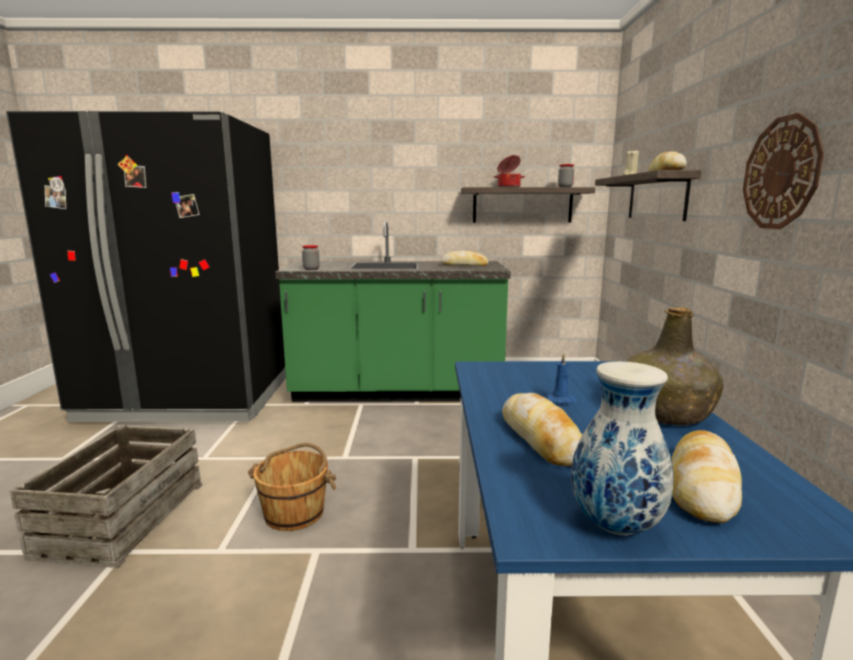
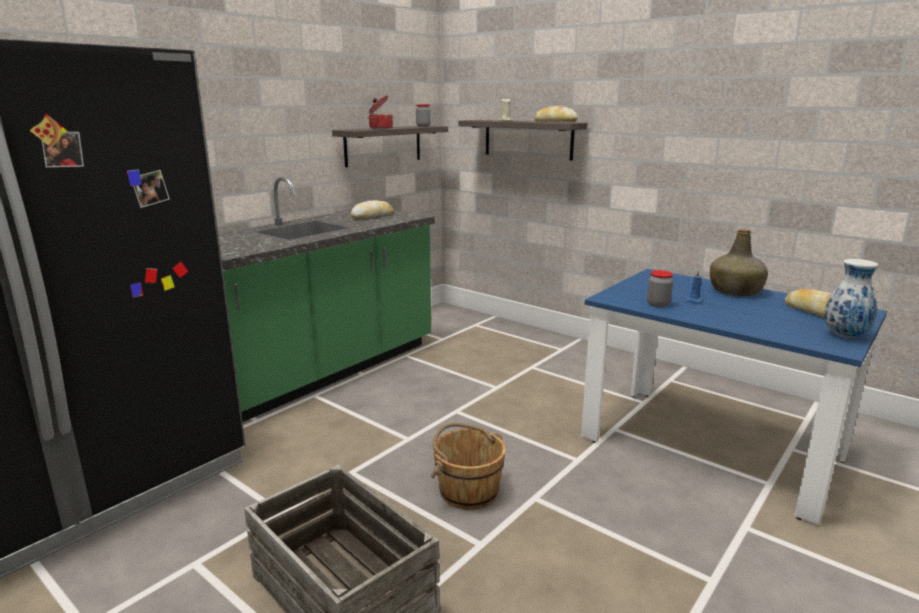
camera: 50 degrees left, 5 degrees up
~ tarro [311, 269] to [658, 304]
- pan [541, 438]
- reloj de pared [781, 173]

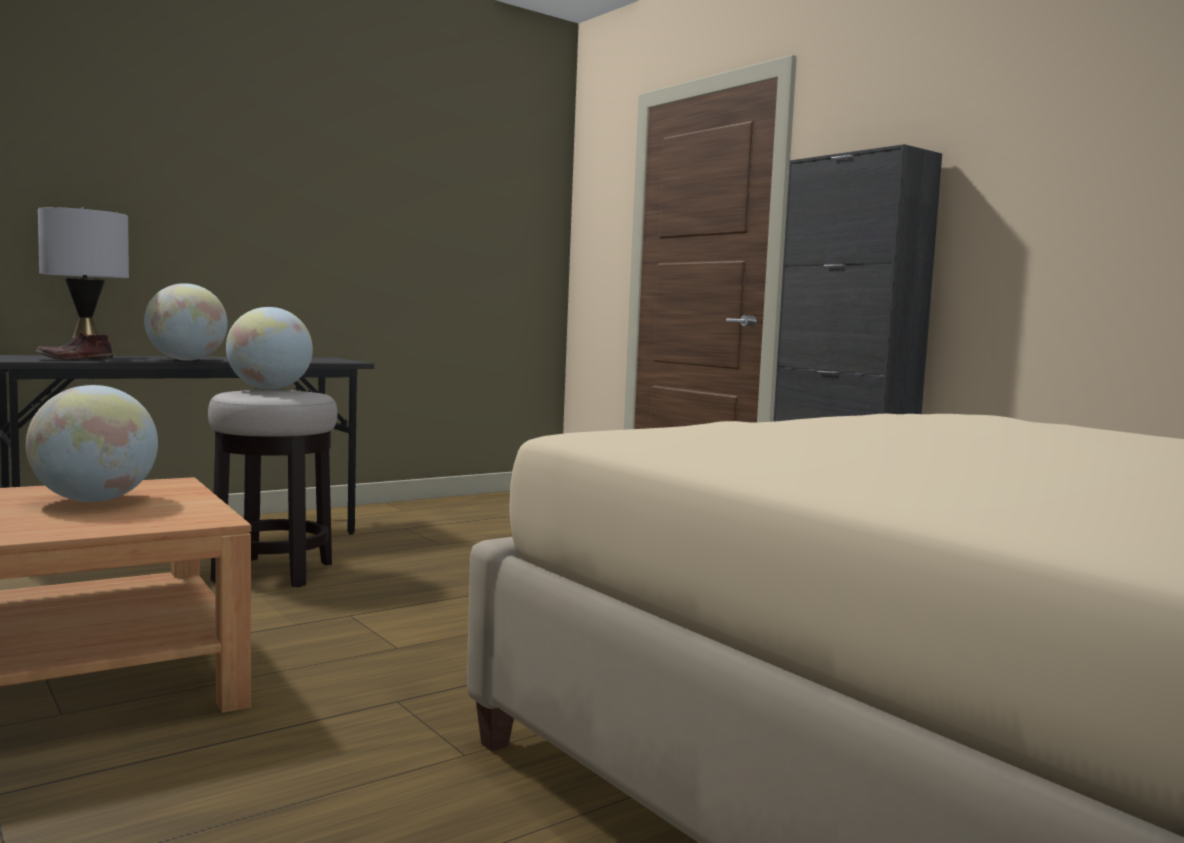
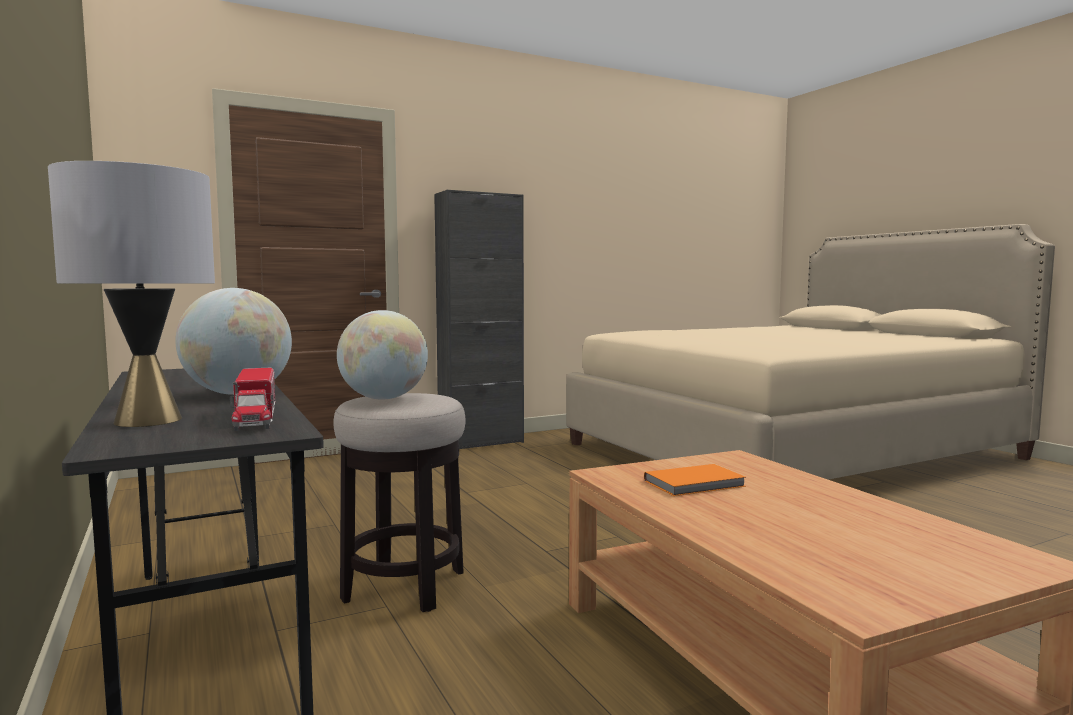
camera: 80 degrees left, 0 degrees up
~ zapato (marrón) [75, 360] to camión de juguete [255, 417]
~ globo terráqueo [94, 501] to libro (naranja) [696, 484]

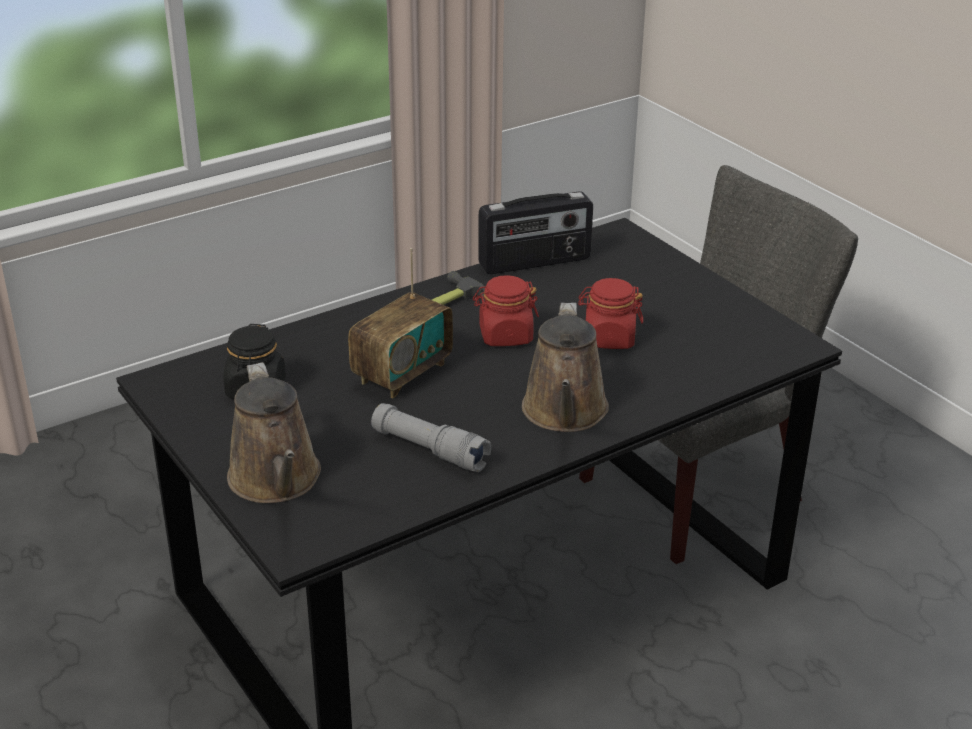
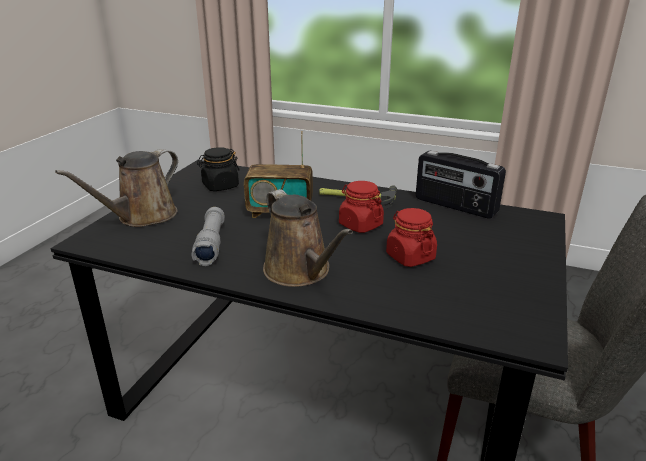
camera: 55 degrees right, 5 degrees down
~ regadera (marrón) [565, 413] = [300, 272] 90 degrees counterclockwise

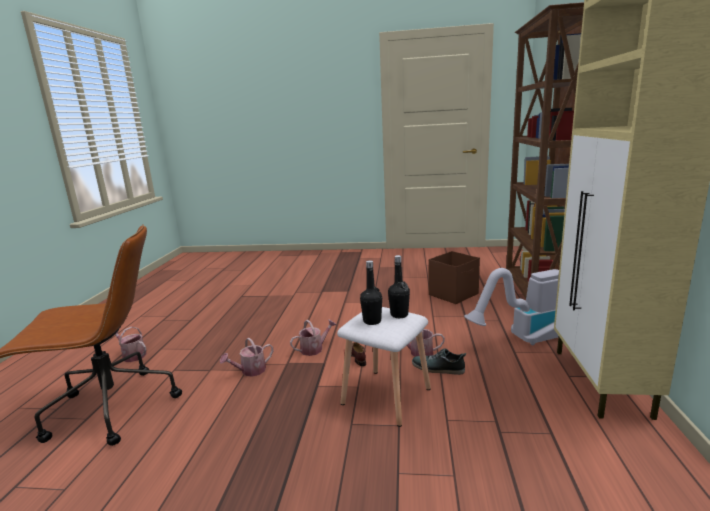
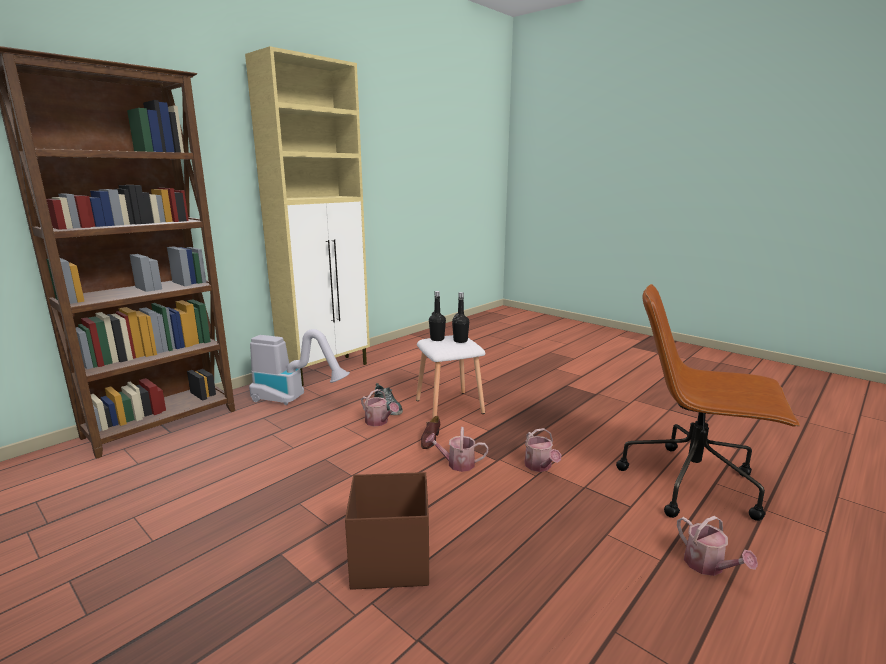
camera: 145 degrees left, 0 degrees up
~ caja de almacenaje (marrón) [454, 294] to [389, 561]
~ regadera [250, 371] = [540, 466] 75 degrees clockwise

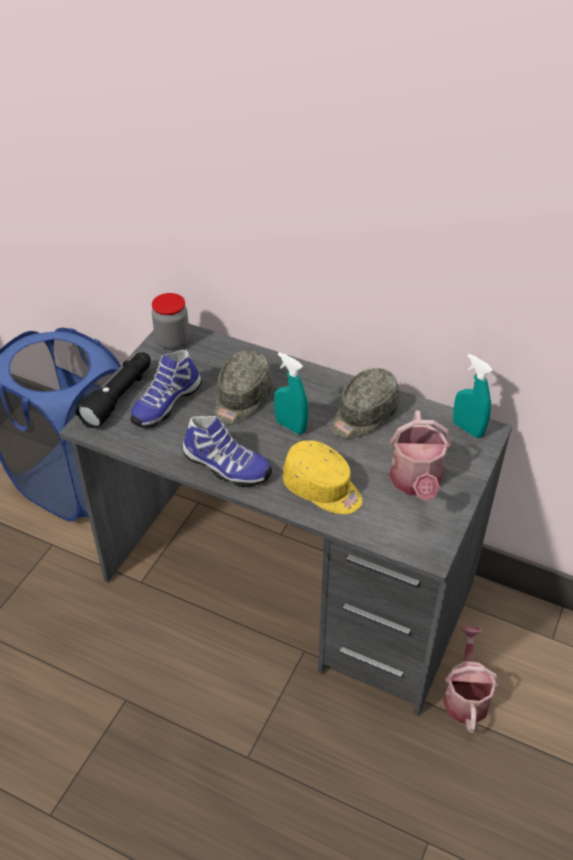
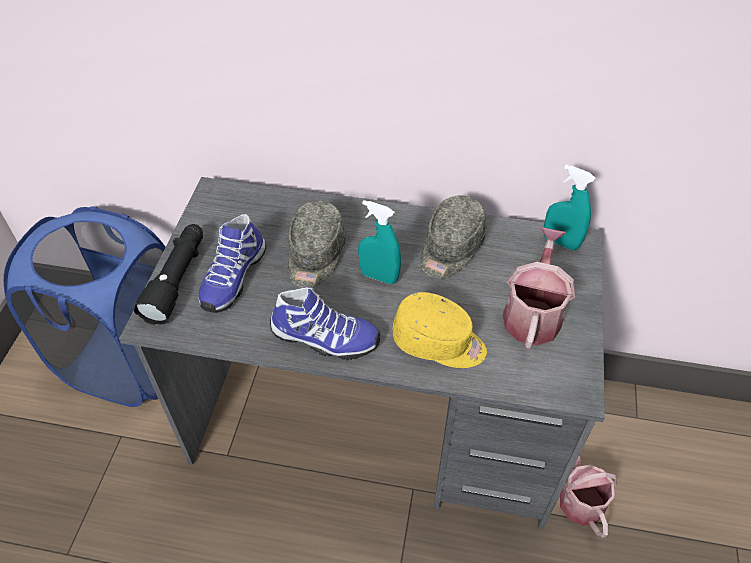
camera: 15 degrees left, 5 degrees up
~ regadera [416, 483] = [533, 313] 150 degrees counterclockwise
- tarro [172, 341]

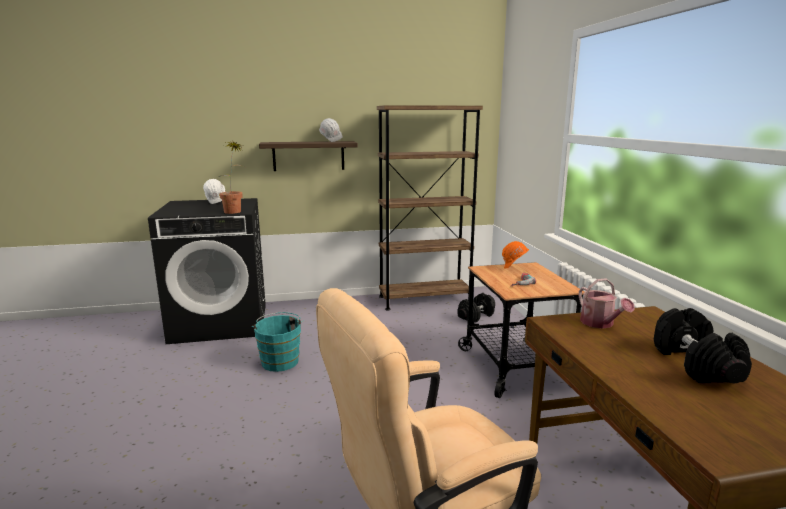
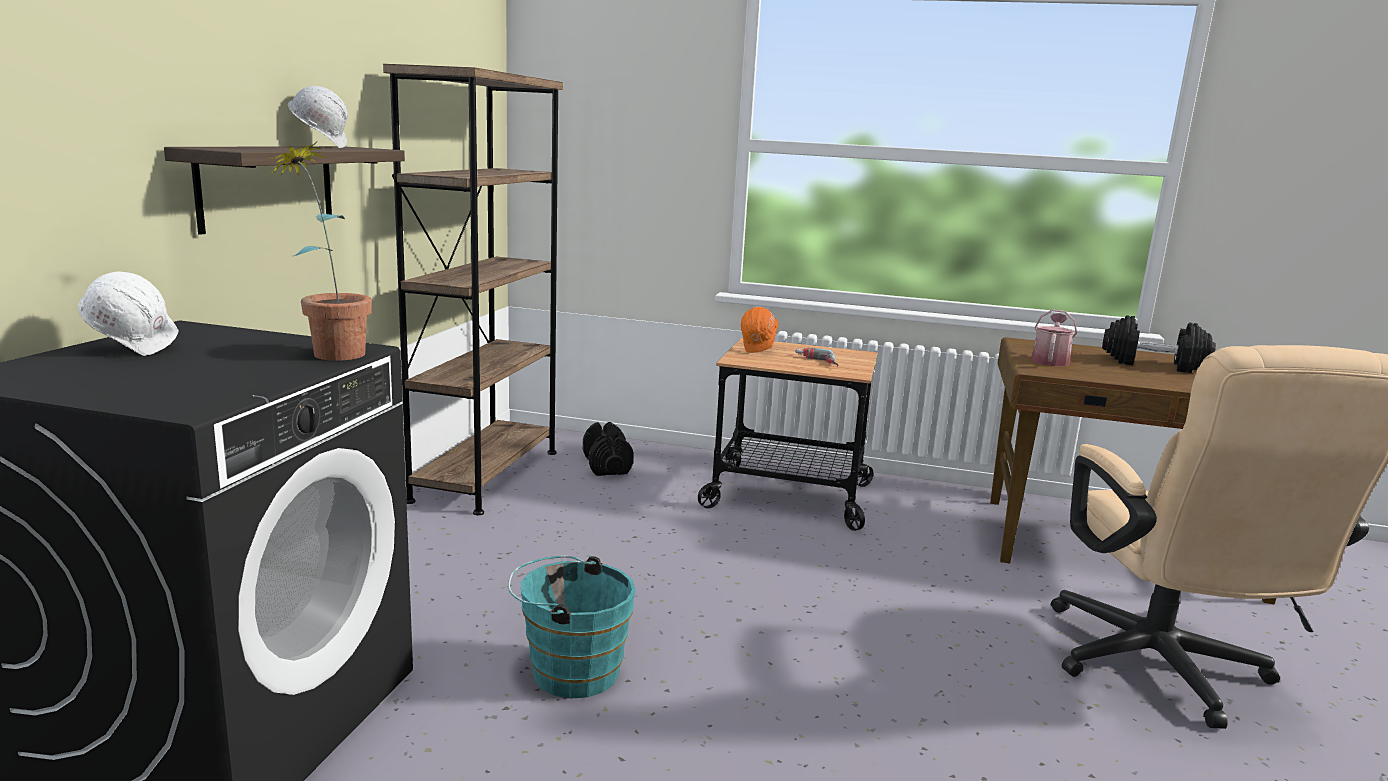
camera: 65 degrees left, 0 degrees up
~ regadera [600, 324] = [1050, 360] 75 degrees counterclockwise

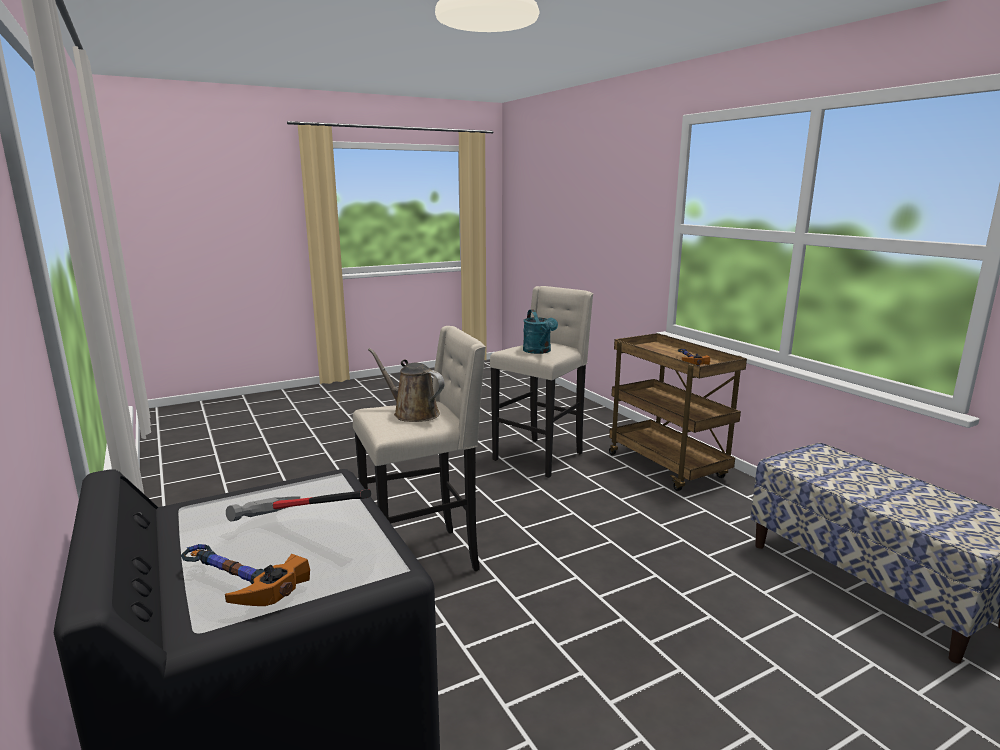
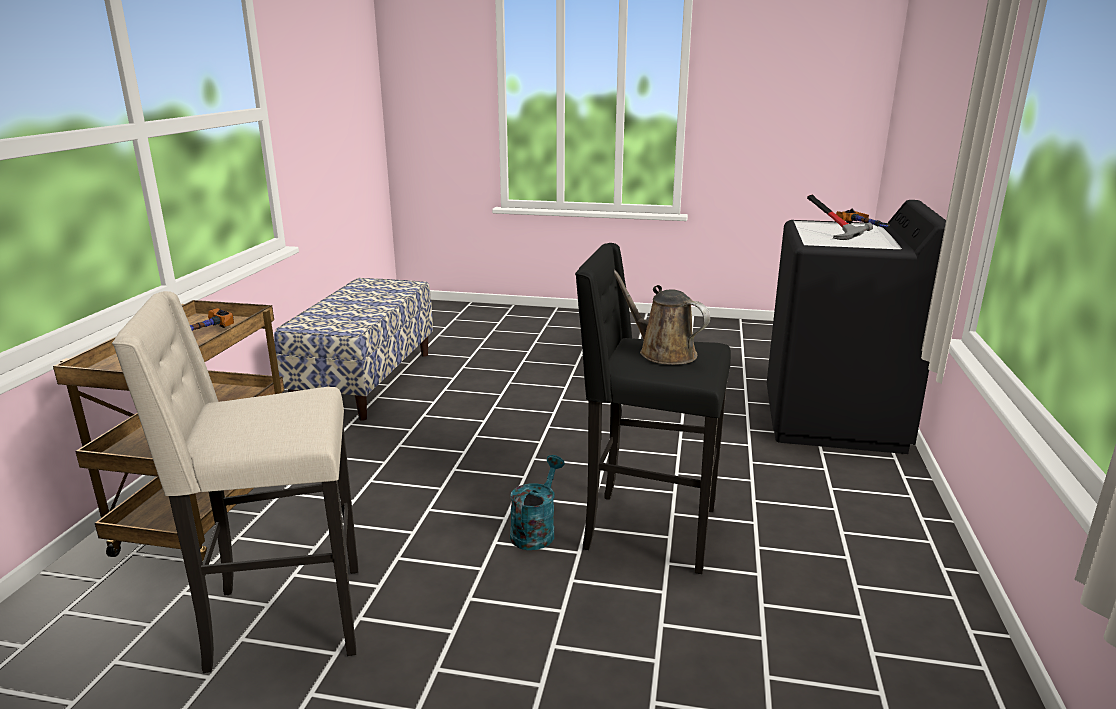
camera: 140 degrees left, 5 degrees up
~ regadera (turquesa) [539, 351] to [536, 530]
~ taburete (beis) [423, 559] to taburete (negro) [646, 530]
~ regadera (marrón) [412, 413] = [662, 352] 150 degrees clockwise

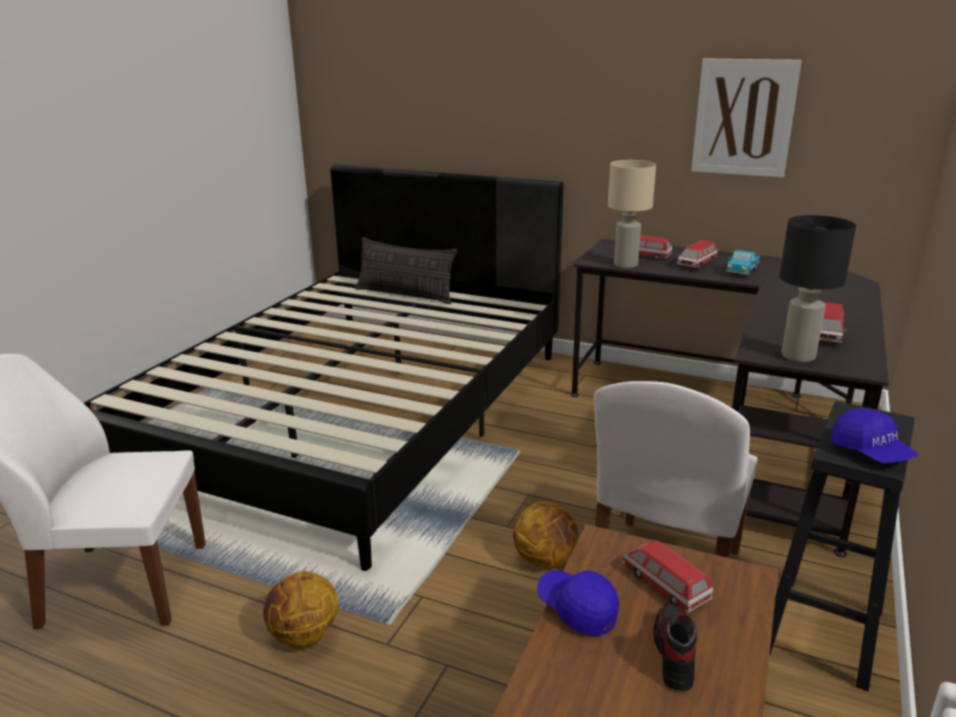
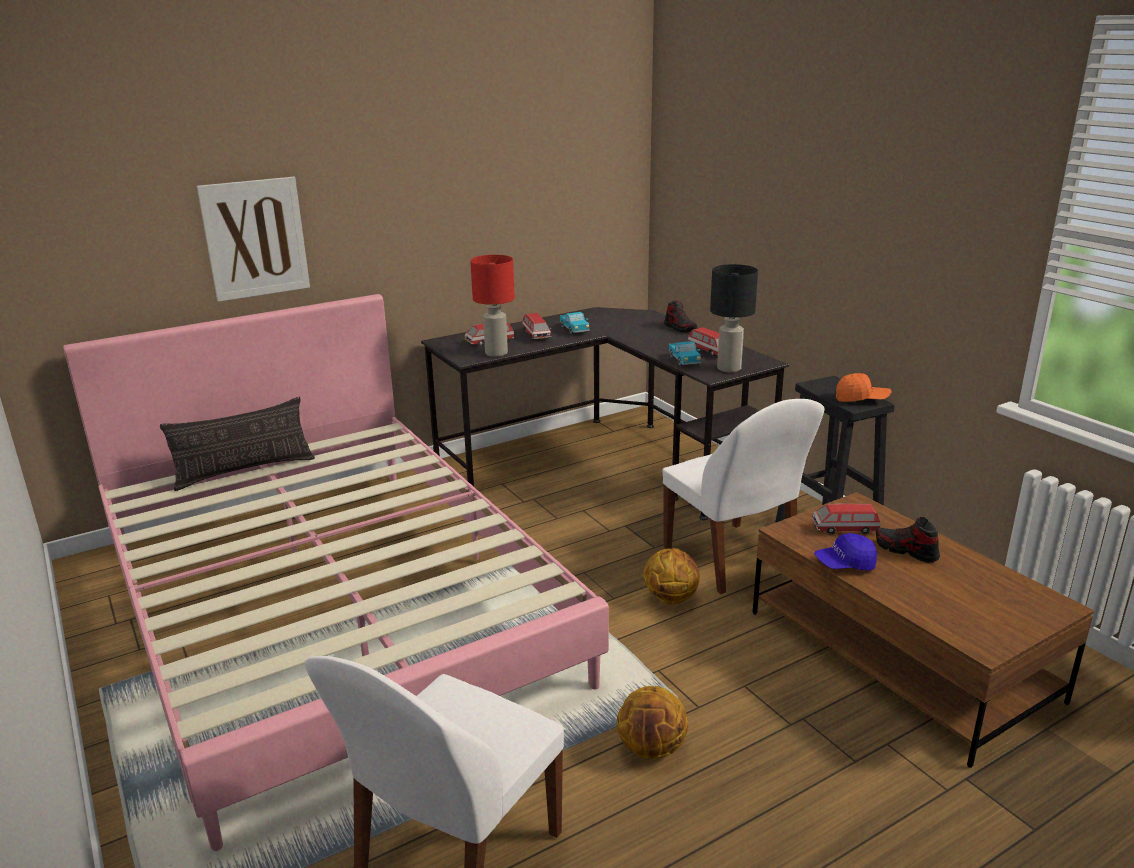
camera: 55 degrees left, 0 degrees up
~ cama (negro) [358, 412] to cama (rosa) [331, 608]
~ cuadro [743, 118] to [255, 238]
~ lámpara de mesa (beis) [625, 264] to lámpara de mesa (rojo) [495, 353]
+ zapato [680, 328]
+ camión de juguete [684, 361]
~ gorra (azul) [870, 453] to gorra (naranja) [861, 399]

